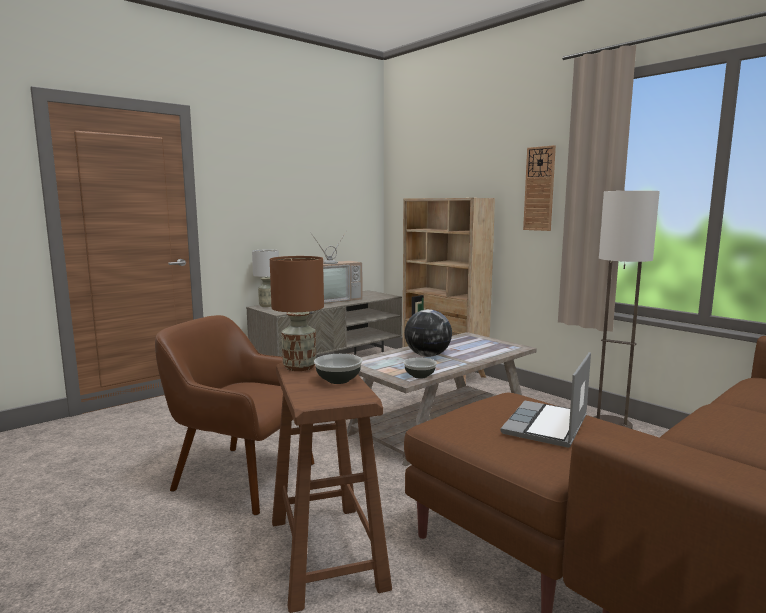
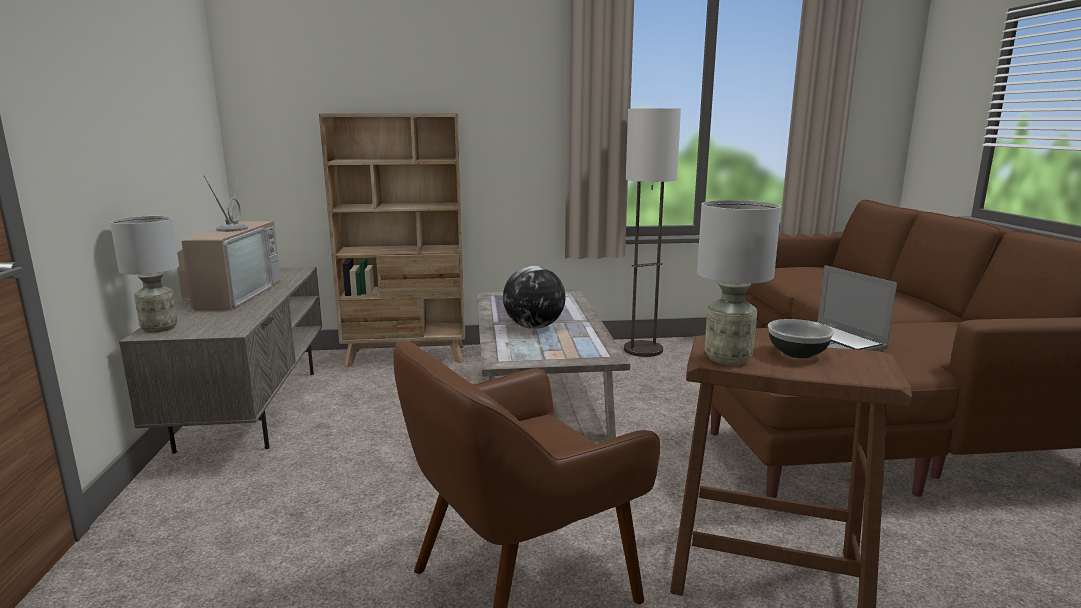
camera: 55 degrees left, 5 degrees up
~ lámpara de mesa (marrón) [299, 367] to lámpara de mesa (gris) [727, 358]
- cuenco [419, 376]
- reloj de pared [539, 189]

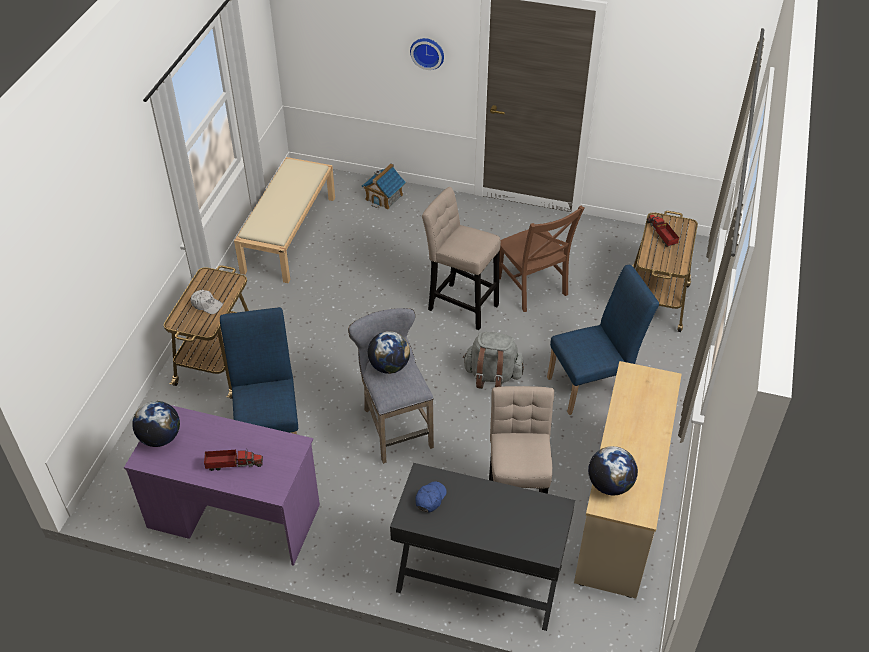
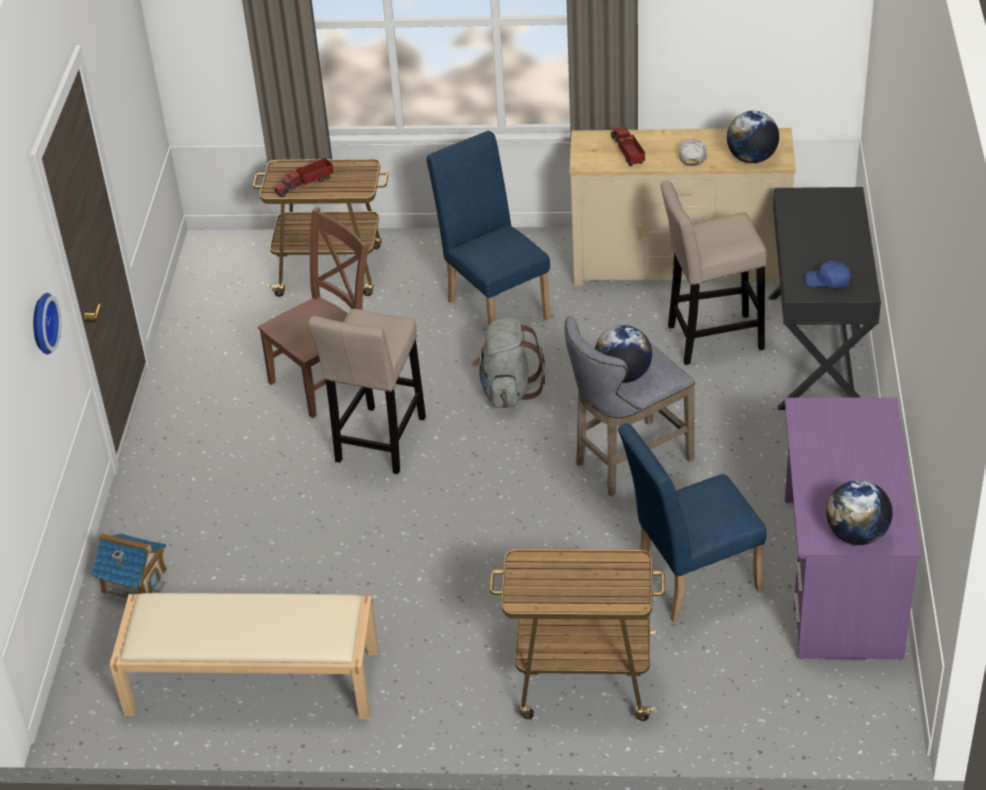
camera: 100 degrees left, 5 degrees down
~ camión de juguete [232, 464] to [627, 152]
~ gorra (blanco) [206, 305] to [693, 156]

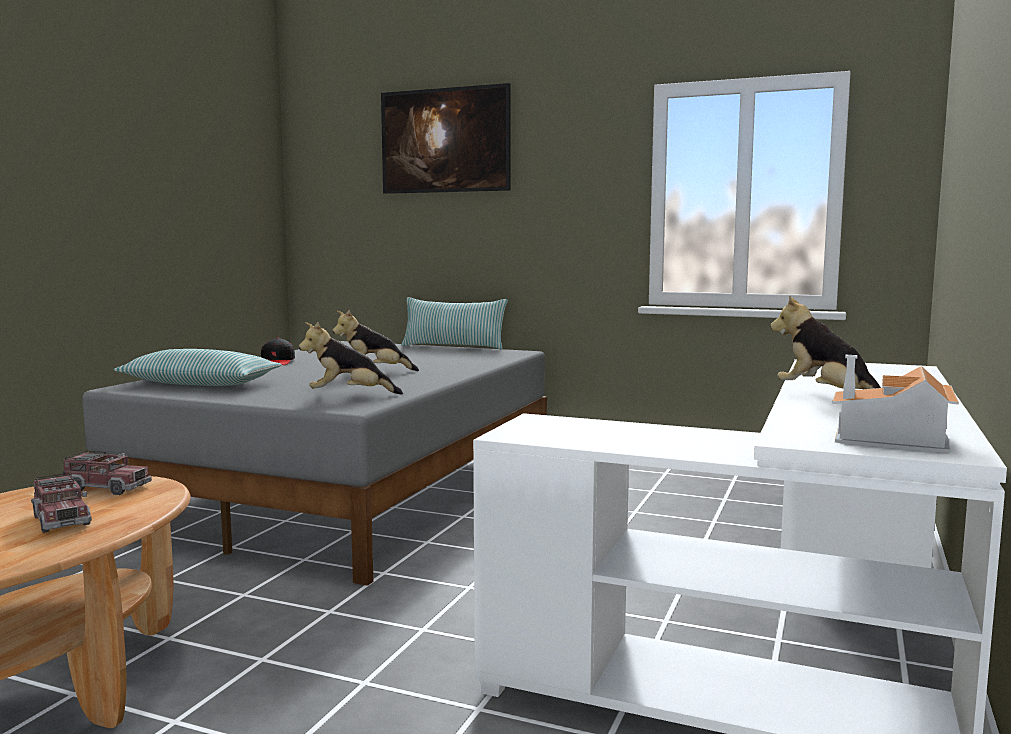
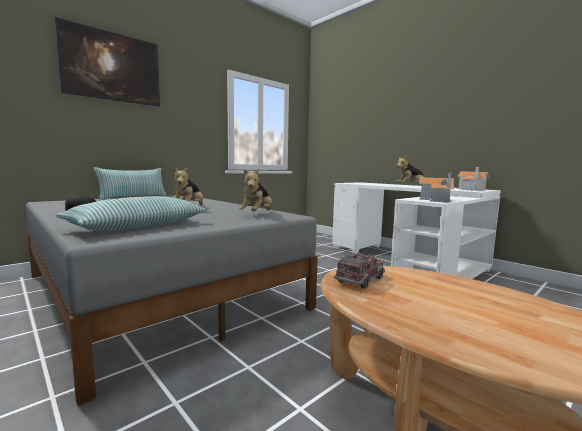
camera: 65 degrees left, 0 degrees up
+ casita [437, 200]
- camión de juguete [61, 519]

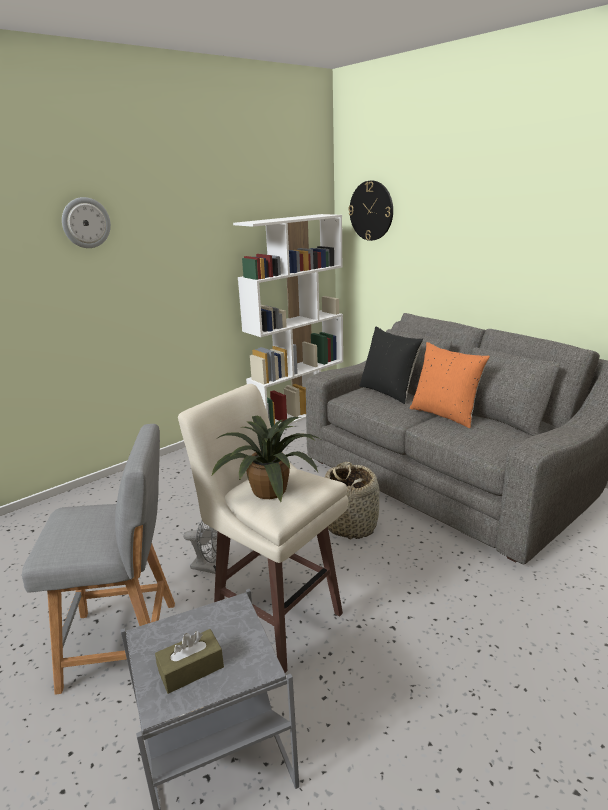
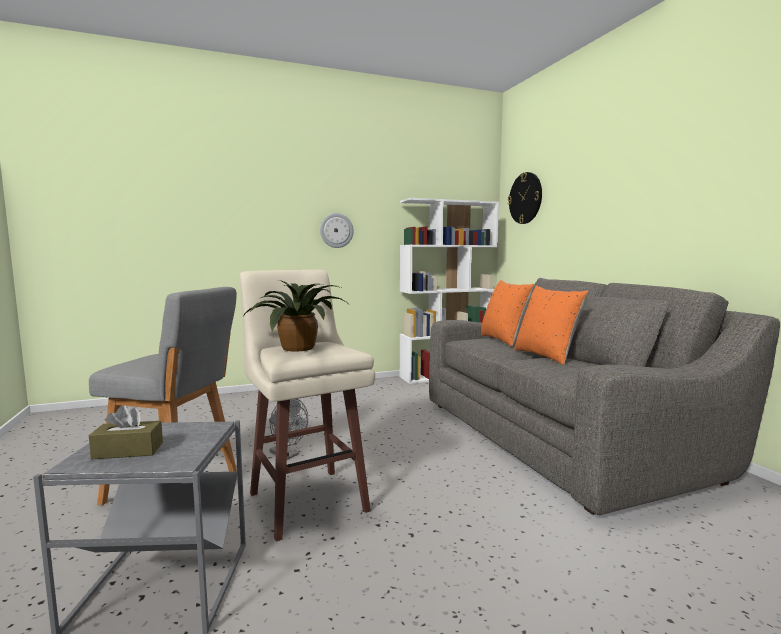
camera: 20 degrees right, 15 degrees down
~ reloj de pared [86, 223] to [336, 230]
~ cojín (negro) [388, 392] to cojín (naranja) [504, 340]
- cesta [350, 524]

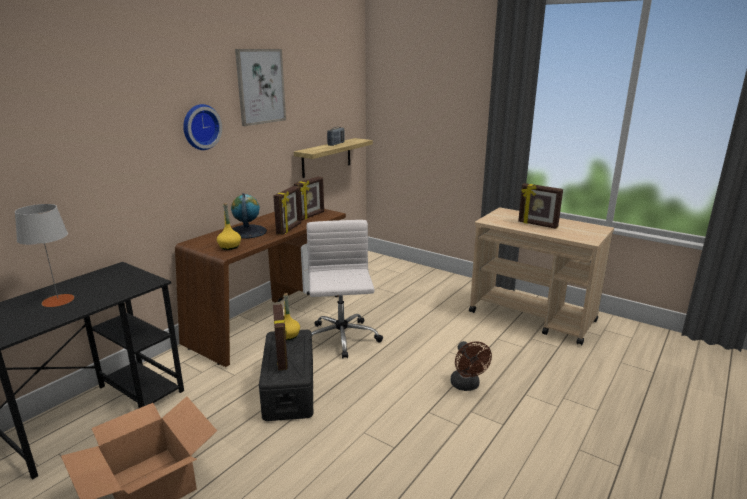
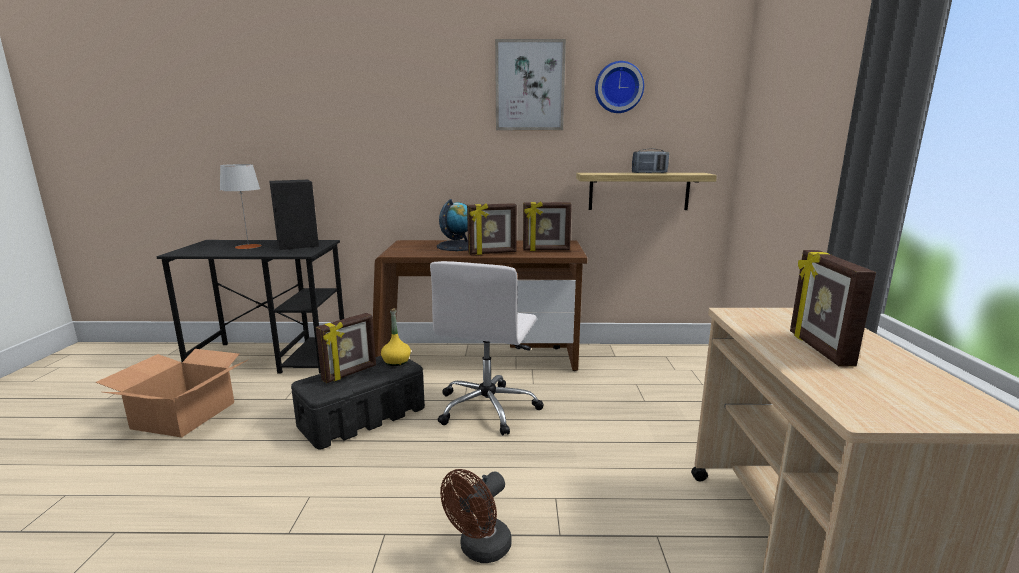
camera: 55 degrees right, 5 degrees down
+ altavoz (negro) [299, 245]
~ silla de oficina (blanco) [341, 339] = [488, 408] 150 degrees clockwise
~ reloj de pared [200, 127] to [618, 87]
- botella (amarillo) [229, 247]

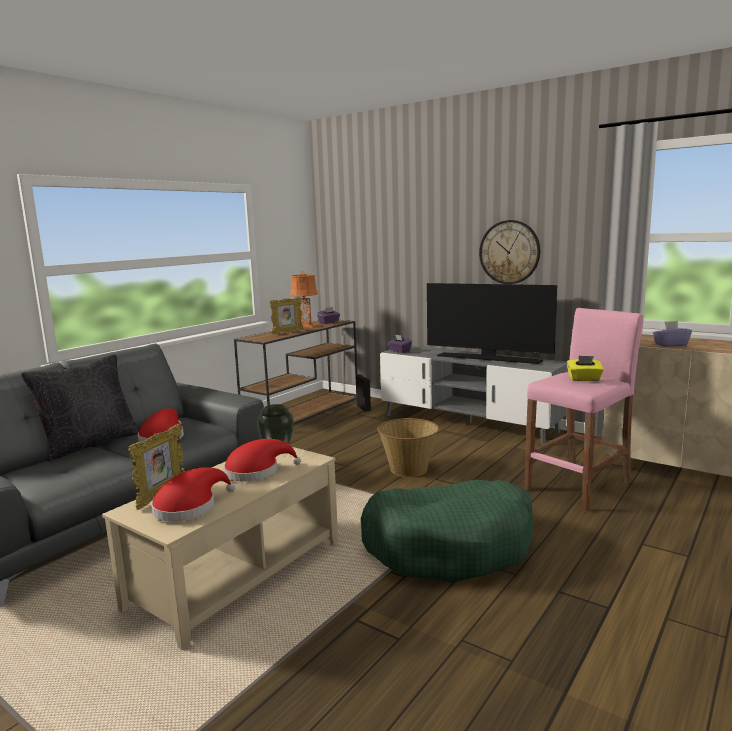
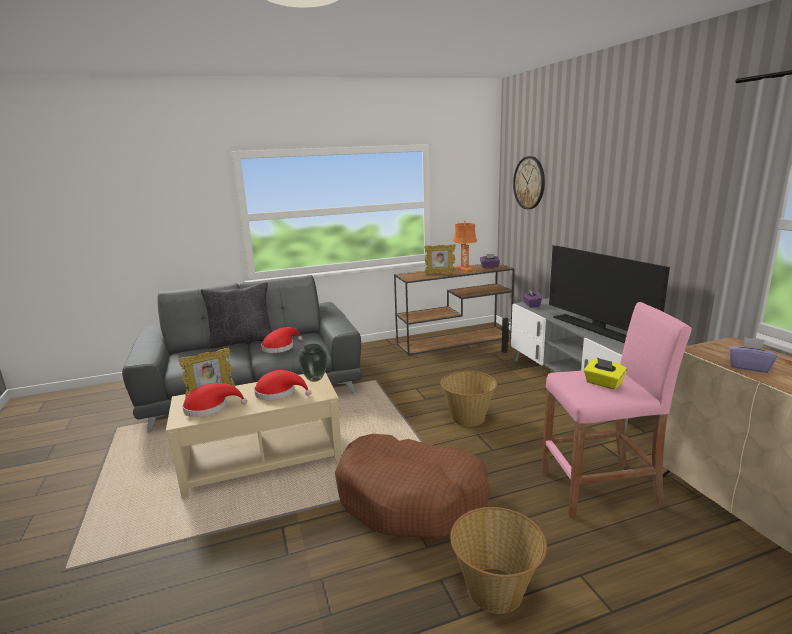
camera: 35 degrees right, 5 degrees up
~ cama para perro (verde) [450, 545] to cama para perro (marrón) [411, 498]
+ cesta [496, 590]
~ reloj de pared [509, 252] to [529, 183]

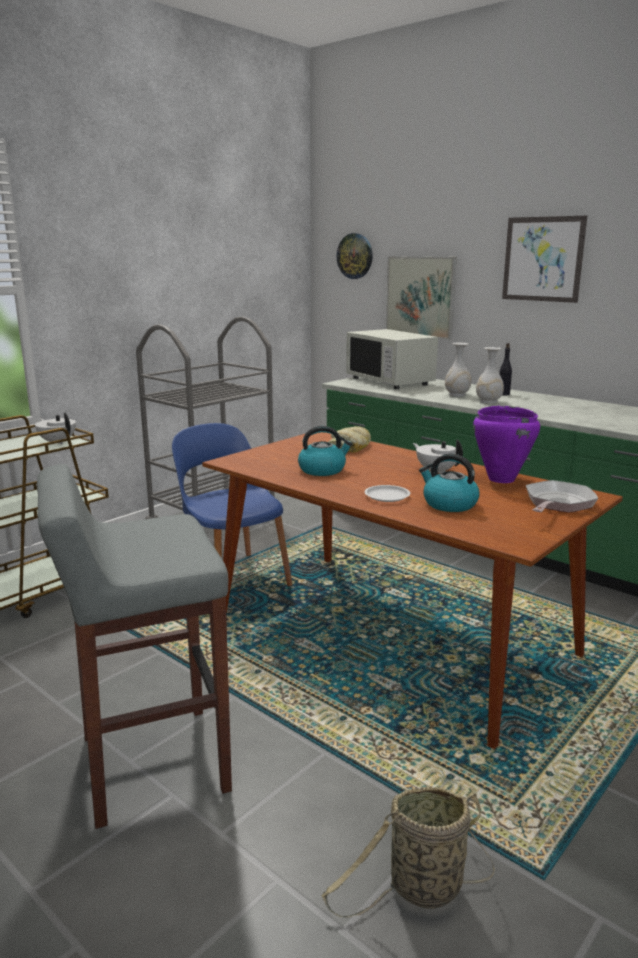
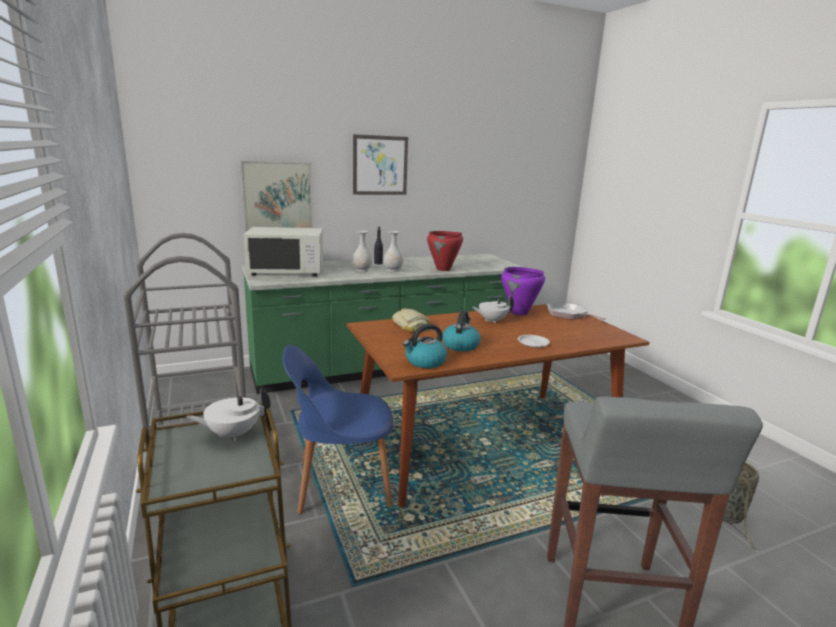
camera: 65 degrees left, 0 degrees up
~ hervidor [449, 504] to [425, 362]
+ olla (rojo) [443, 269]
- reloj de pared [355, 256]

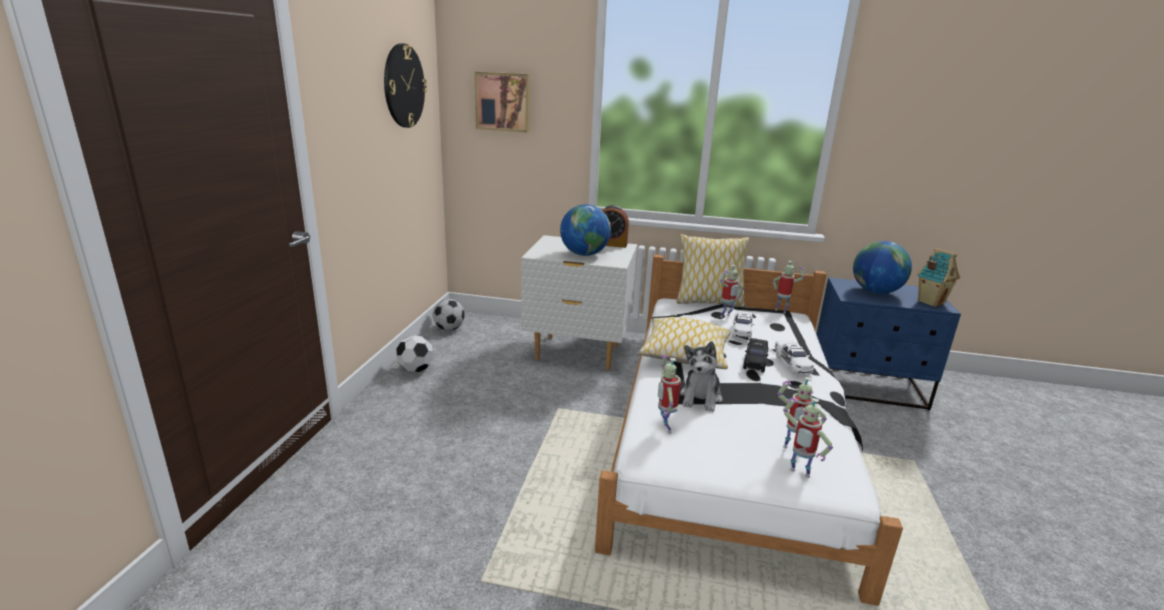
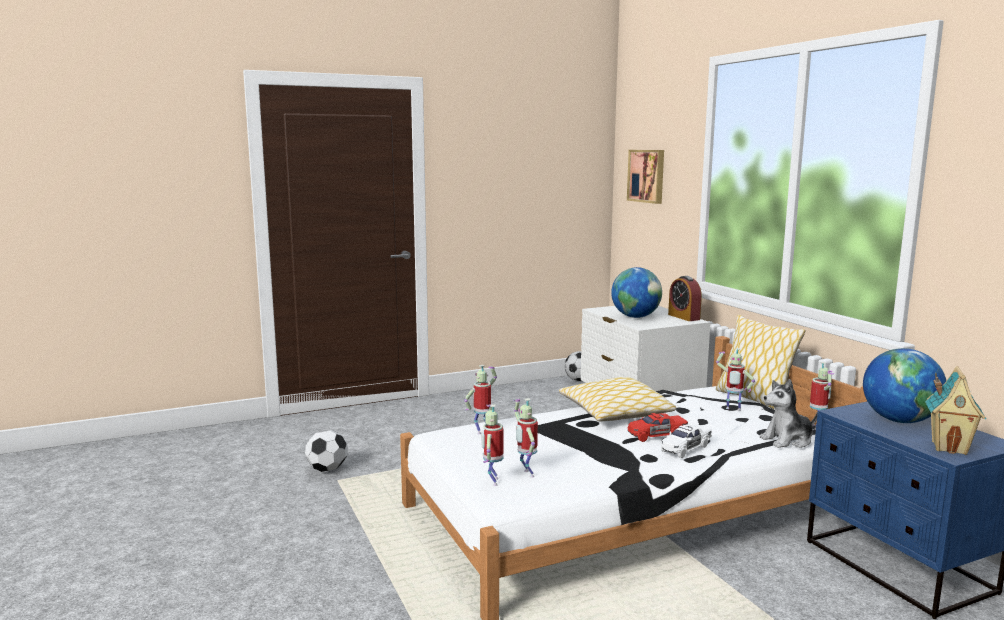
camera: 55 degrees right, 10 degrees down
~ balón de fútbol [415, 370] to [327, 469]
~ coche de juguete (negro) [755, 362] to coche de juguete (rojo) [656, 435]
~ peluche [701, 398] to [787, 440]
- reloj de pared [403, 86]
- coche de juguete (blanco) [741, 331]

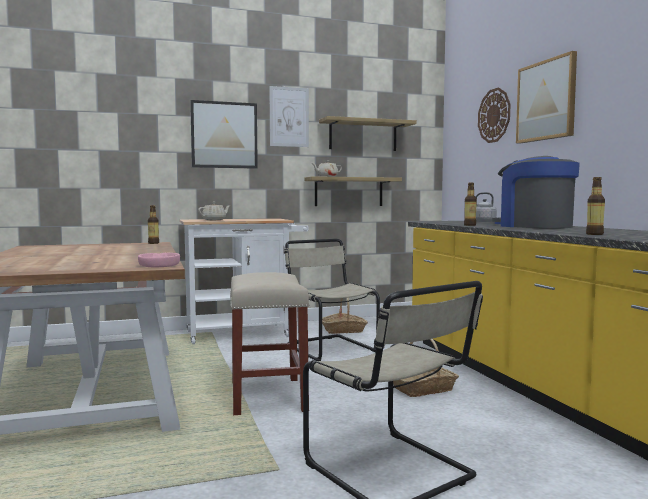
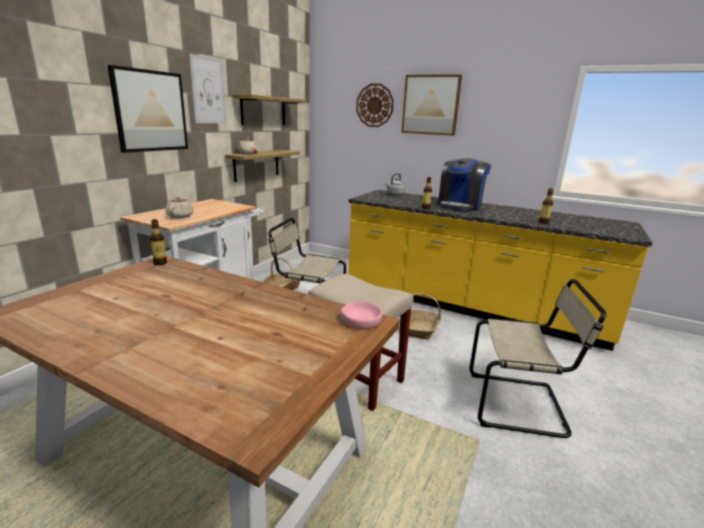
camera: 45 degrees left, 15 degrees up
~ cafetera [533, 226] = [460, 206] 75 degrees counterclockwise

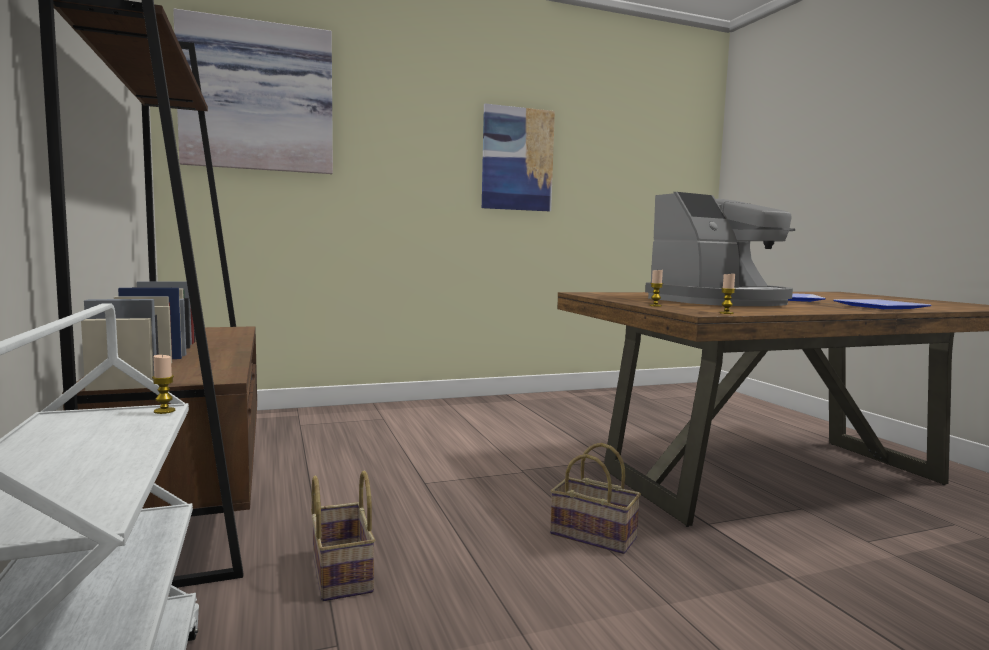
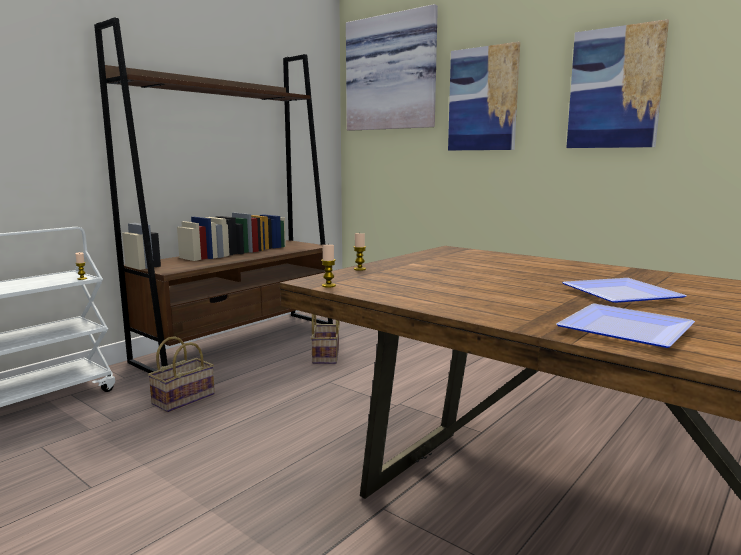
camera: 60 degrees right, 5 degrees up
~ cesta [596, 536] to [327, 356]
+ cuadro [483, 99]
- cafetera [720, 301]

